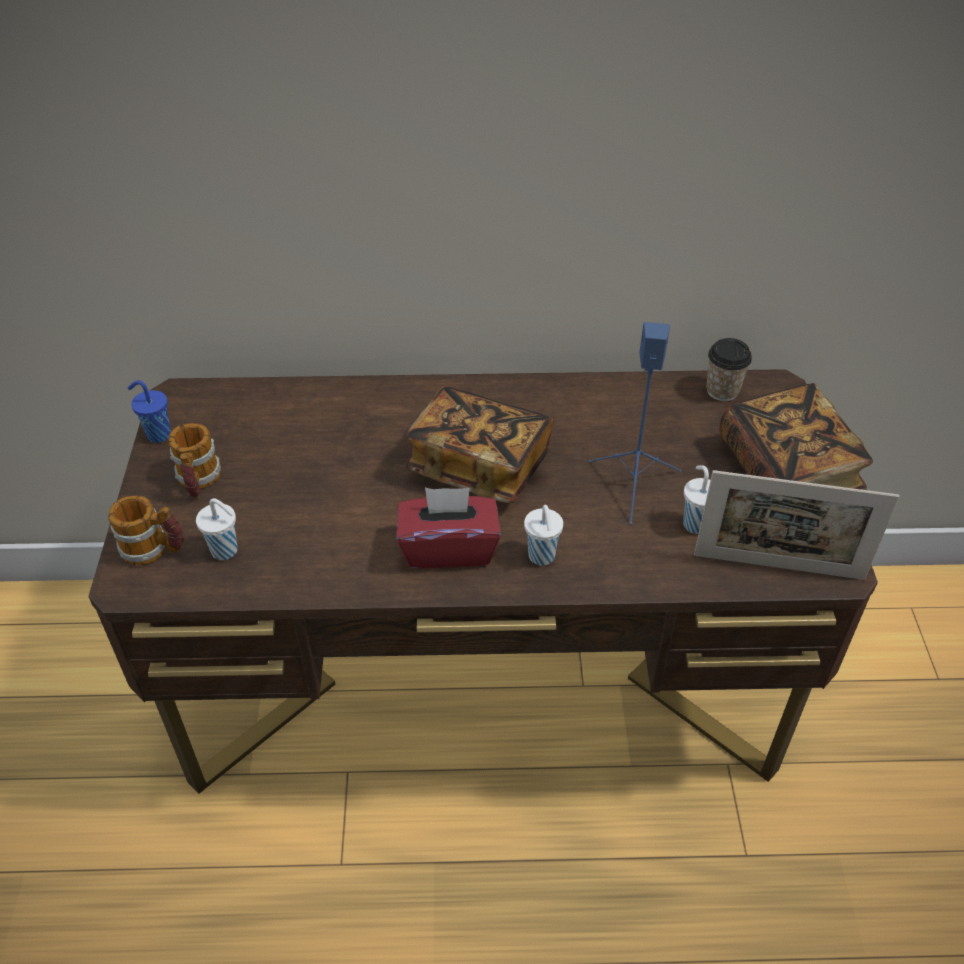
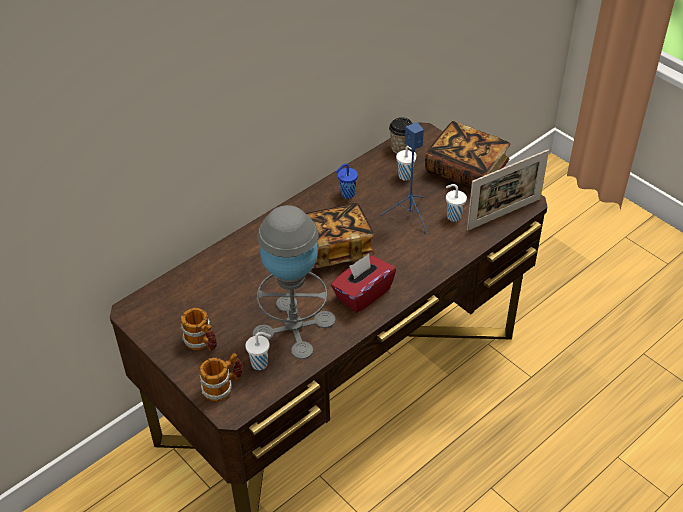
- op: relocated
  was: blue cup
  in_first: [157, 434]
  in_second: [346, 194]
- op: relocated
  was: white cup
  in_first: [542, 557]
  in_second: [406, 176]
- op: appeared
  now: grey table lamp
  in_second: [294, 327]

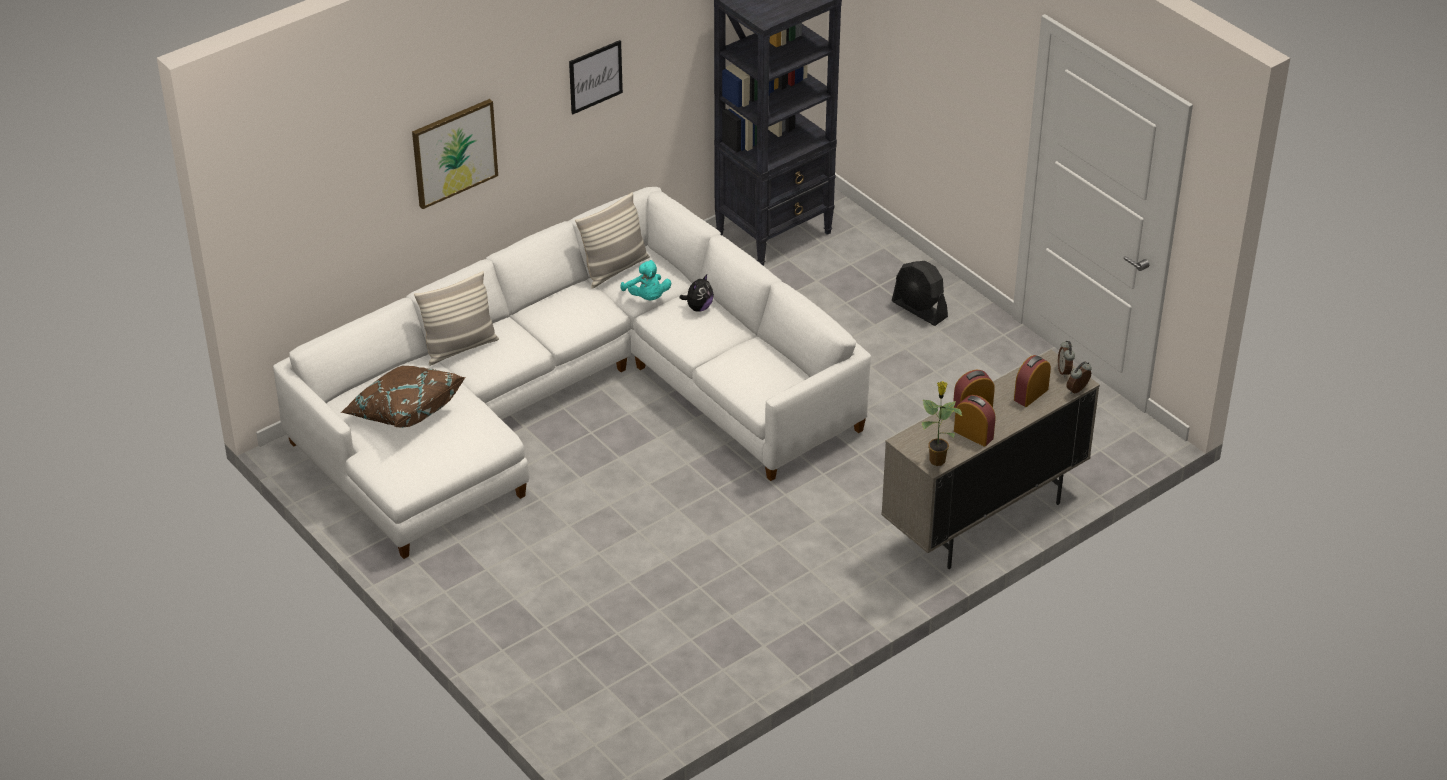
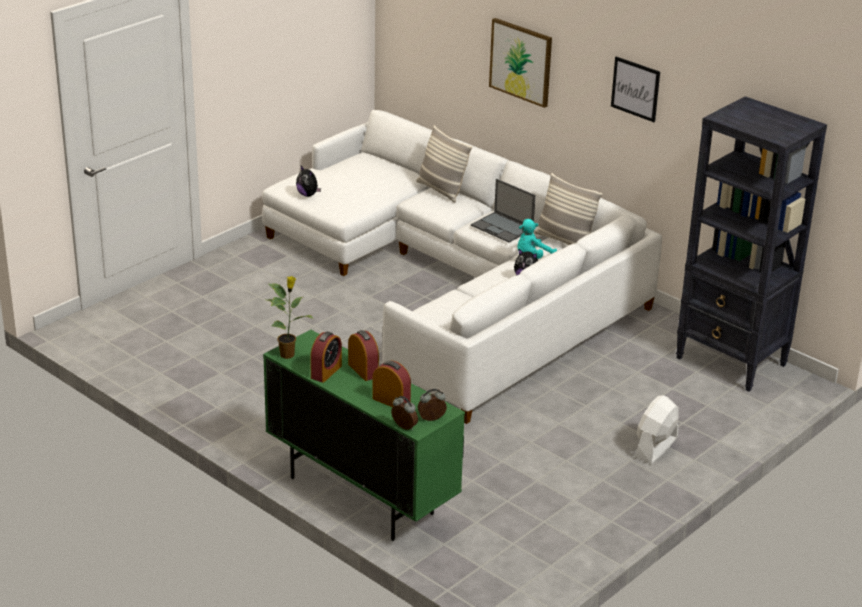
- op: missing
  was: brown pillow
  in_first: [404, 411]
- op: colour
  was: beige cabinet
  now: green cabinet
  in_first: [983, 520]
  in_second: [360, 495]
- op: colour
  was: black fan
  now: white fan
  in_first: [919, 309]
  in_second: [655, 447]
- op: appeared
  now: plush toy
  in_second: [308, 195]
- op: appeared
  now: laptop
  in_second: [502, 228]

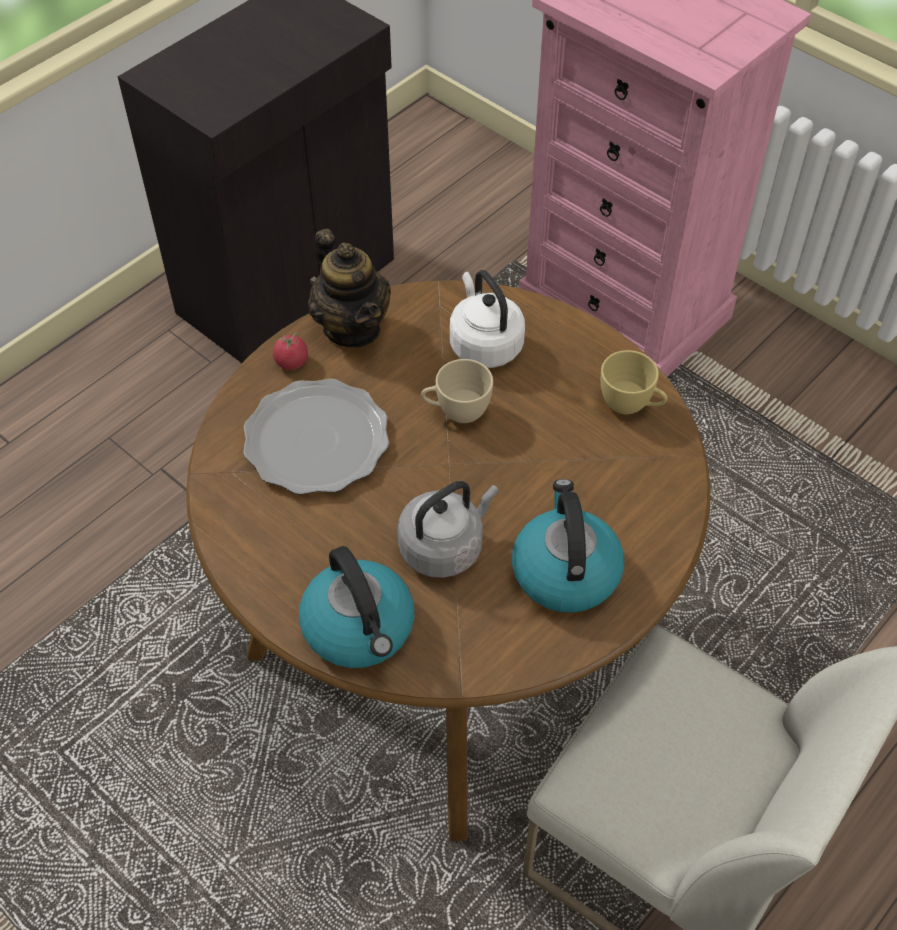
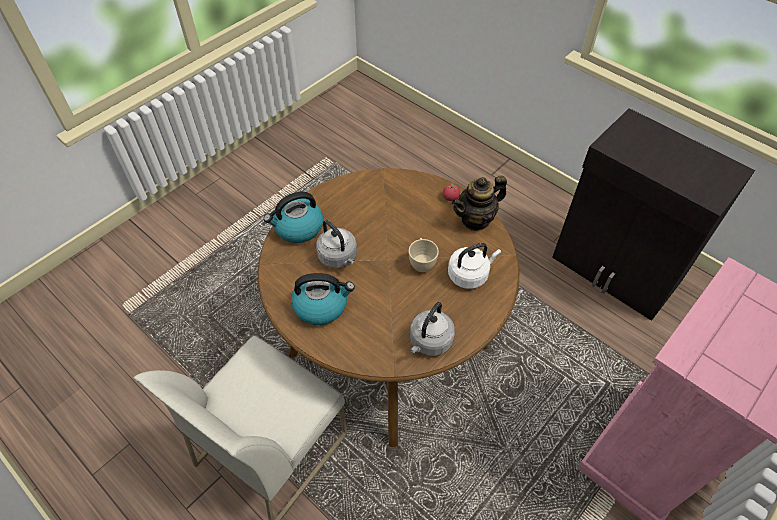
- op: missing
  was: plate
  in_first: [317, 441]
- op: exchanged
  was: yellow cup
  now: grey kettle
  in_first: [631, 405]
  in_second: [429, 342]

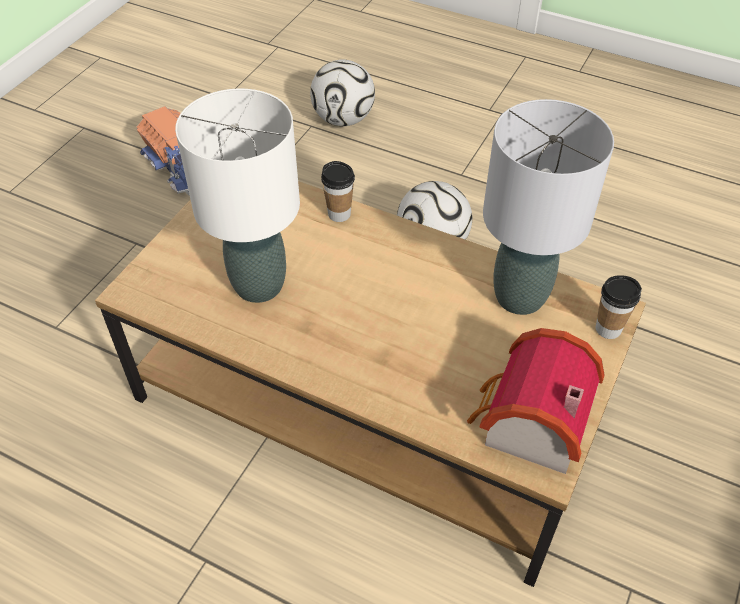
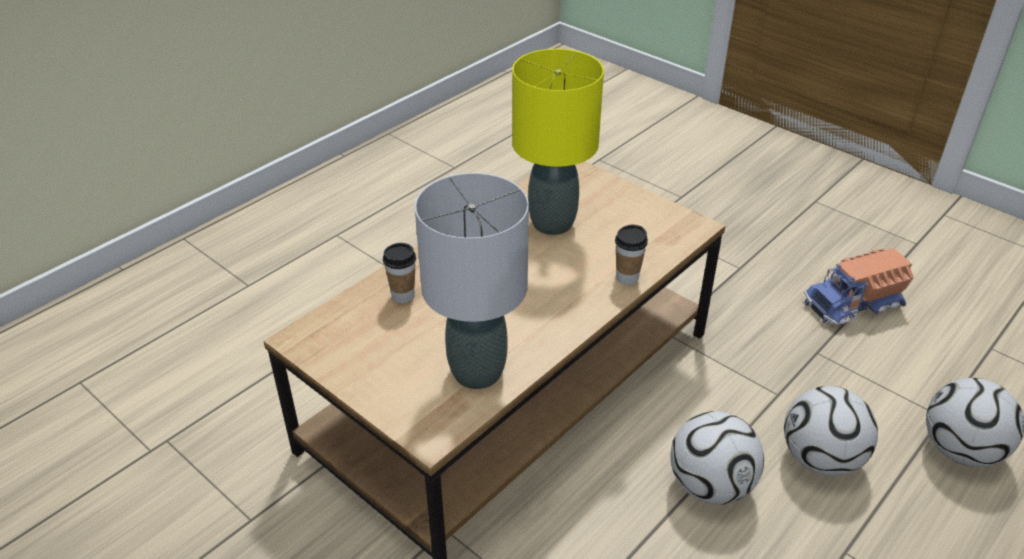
- op: colour
  was: white table lamp
  now: yellow table lamp
  in_first: [258, 285]
  in_second: [552, 223]
- op: missing
  was: toy house
  in_first: [527, 426]
- op: relocated
  was: cup
  in_first: [608, 329]
  in_second: [403, 296]
- op: appeared
  now: football
  in_second: [821, 459]

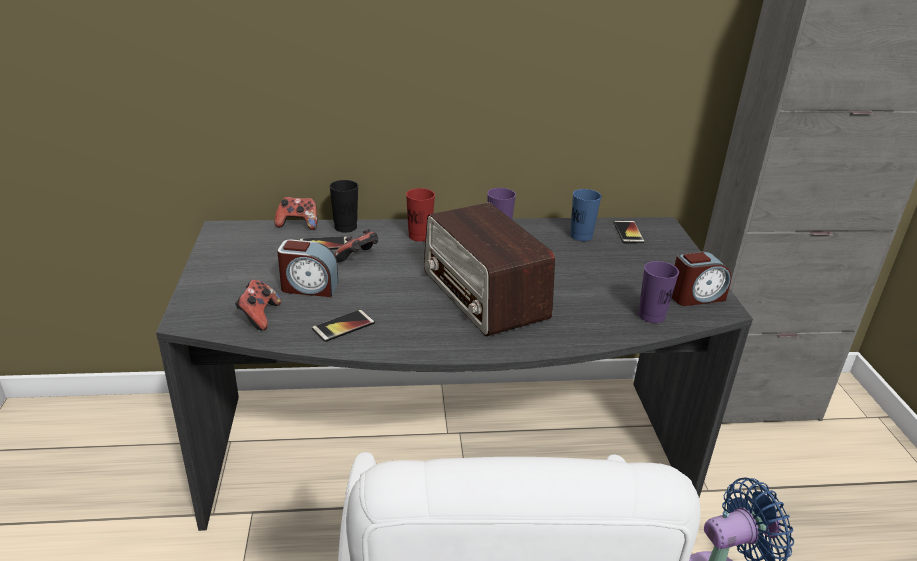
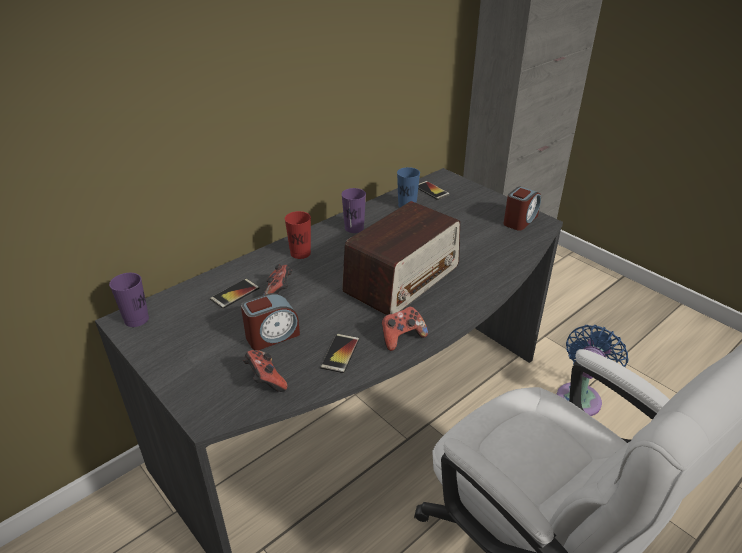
- op: relocated
  was: game controller
  in_first: [298, 224]
  in_second: [402, 337]
- op: missing
  was: black cup
  in_first: [345, 227]
- op: spun
  was: radio
  in_first: [484, 295]
  in_second: [403, 279]
  clockwise: -75
- op: relocated
  was: purple cup
  in_first: [651, 316]
  in_second: [136, 319]

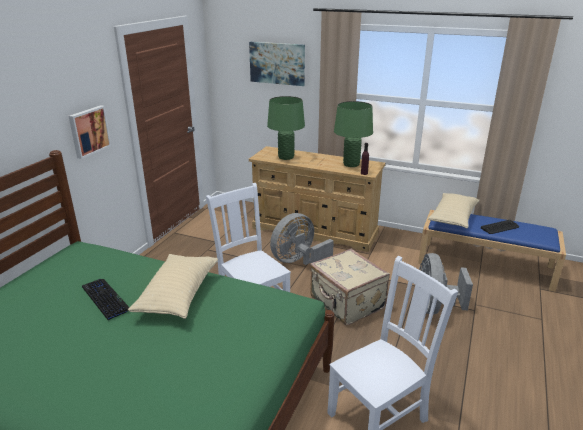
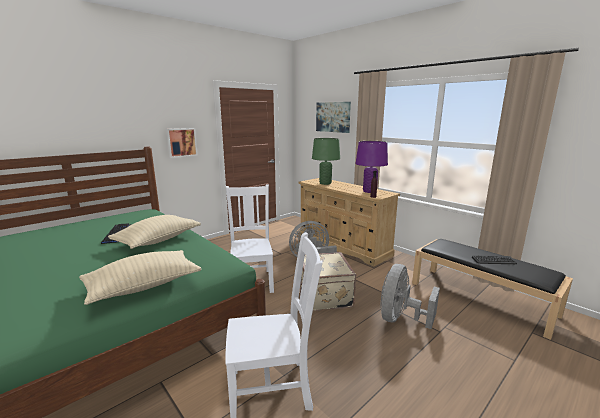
- op: colour
  was: green table lamp
  now: purple table lamp
  in_first: [351, 164]
  in_second: [369, 191]
- op: colour
  was: blue bench
  now: black bench
  in_first: [486, 264]
  in_second: [481, 298]
- op: relocated
  was: beige pillow
  in_first: [453, 218]
  in_second: [144, 286]

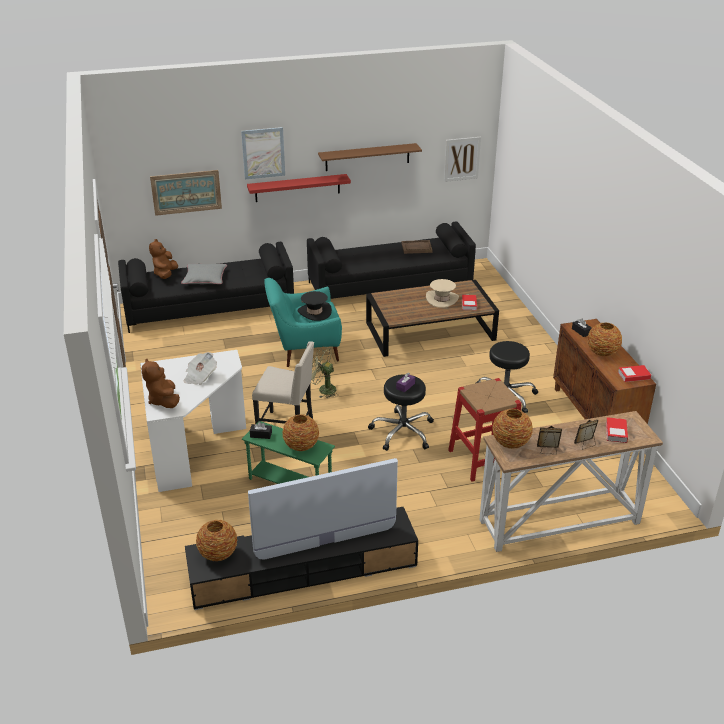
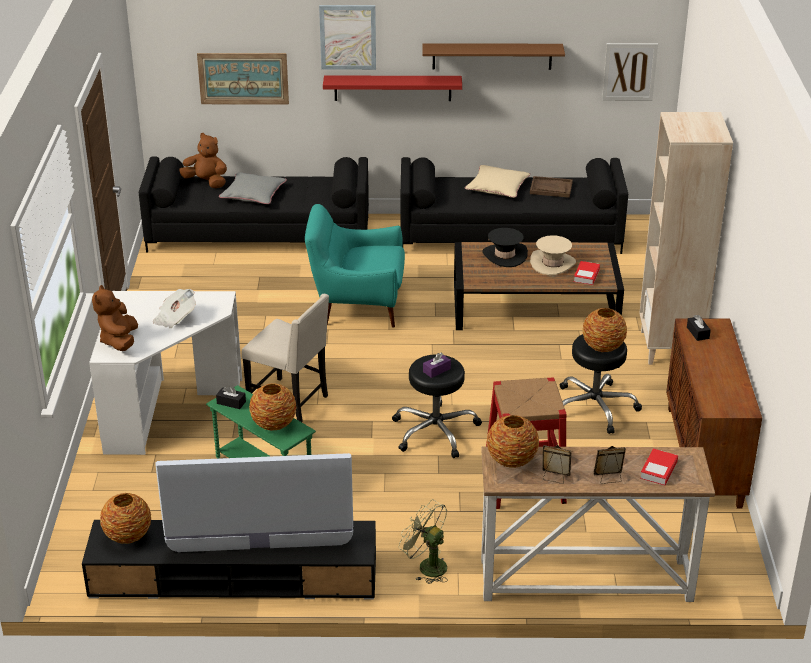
- op: spun
  was: brown plush toy
  in_first: [165, 274]
  in_second: [206, 182]
  clockwise: 90
- op: relocated
  was: black hat
  in_first: [314, 312]
  in_second: [504, 255]
- op: relocated
  was: green fan
  in_first: [323, 389]
  in_second: [426, 566]
- op: relocated
  was: vase
  in_first: [602, 352]
  in_second: [602, 346]
- op: missing
  was: book
  in_first: [634, 376]
- op: appeared
  now: beige pillow
  in_second: [497, 187]
- op: appeared
  now: beige bookcase
  in_second: [670, 347]

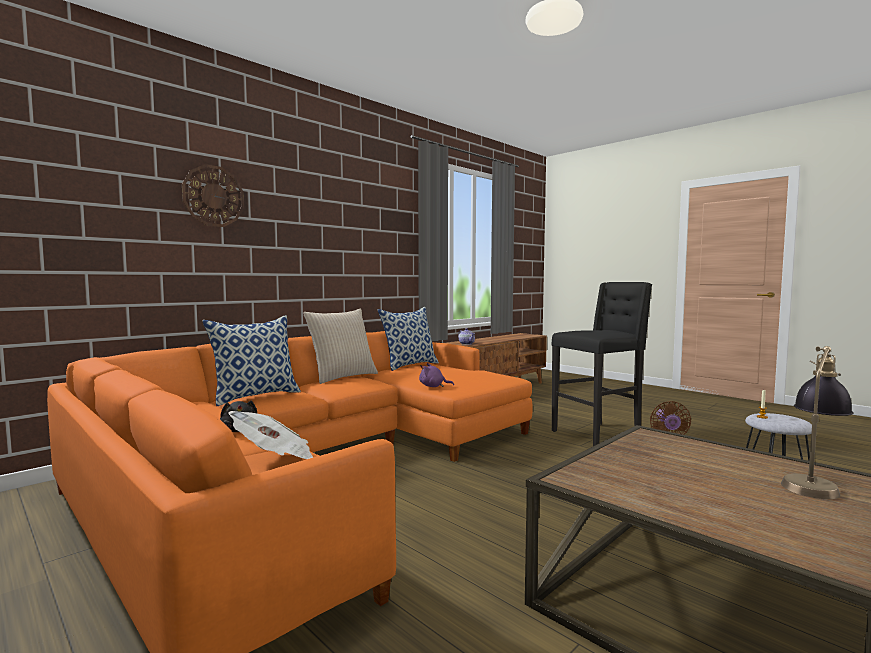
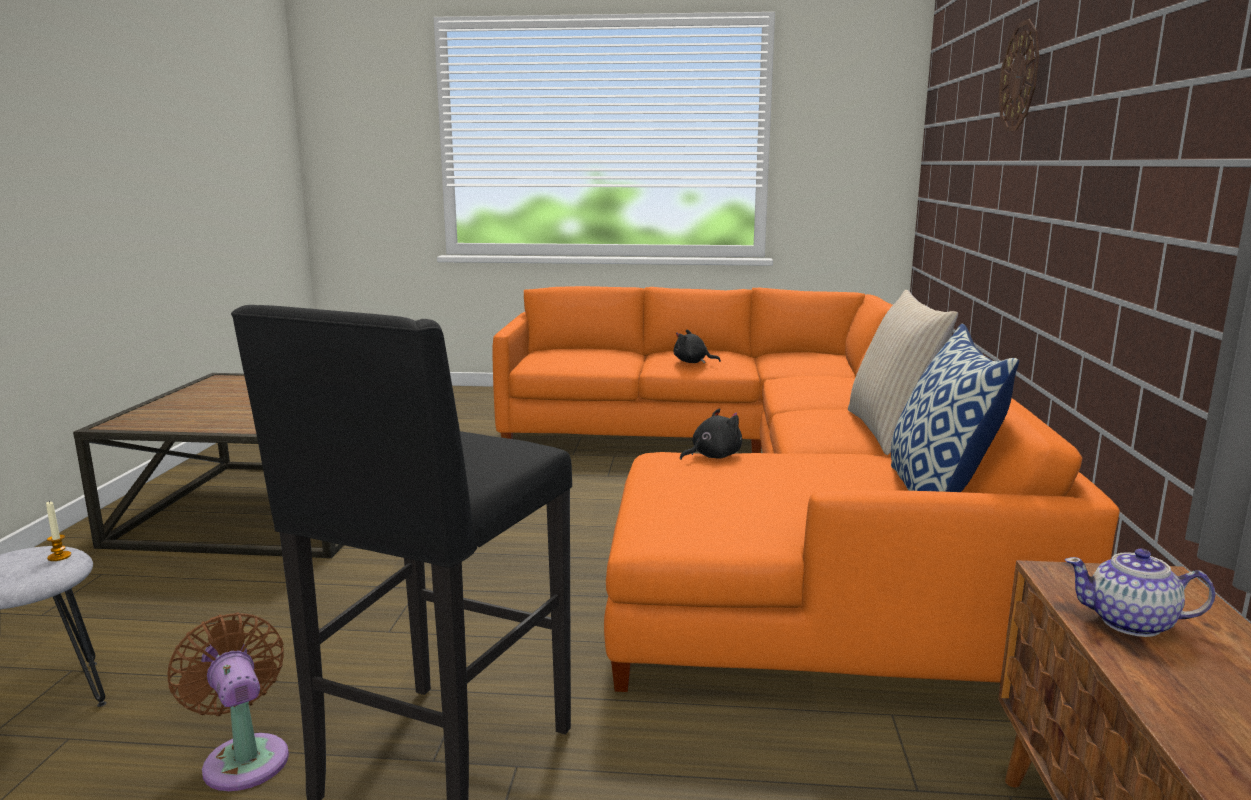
- op: missing
  was: pillow
  in_first: [255, 396]
- op: missing
  was: newspaper
  in_first: [274, 456]
- op: colour
  was: purple plush toy
  now: black plush toy
  in_first: [433, 386]
  in_second: [713, 456]
- op: missing
  was: table lamp
  in_first: [813, 482]

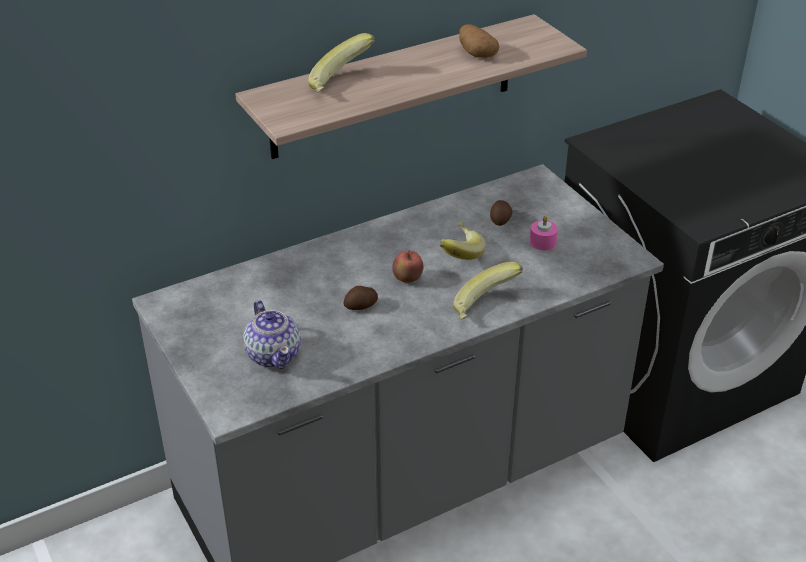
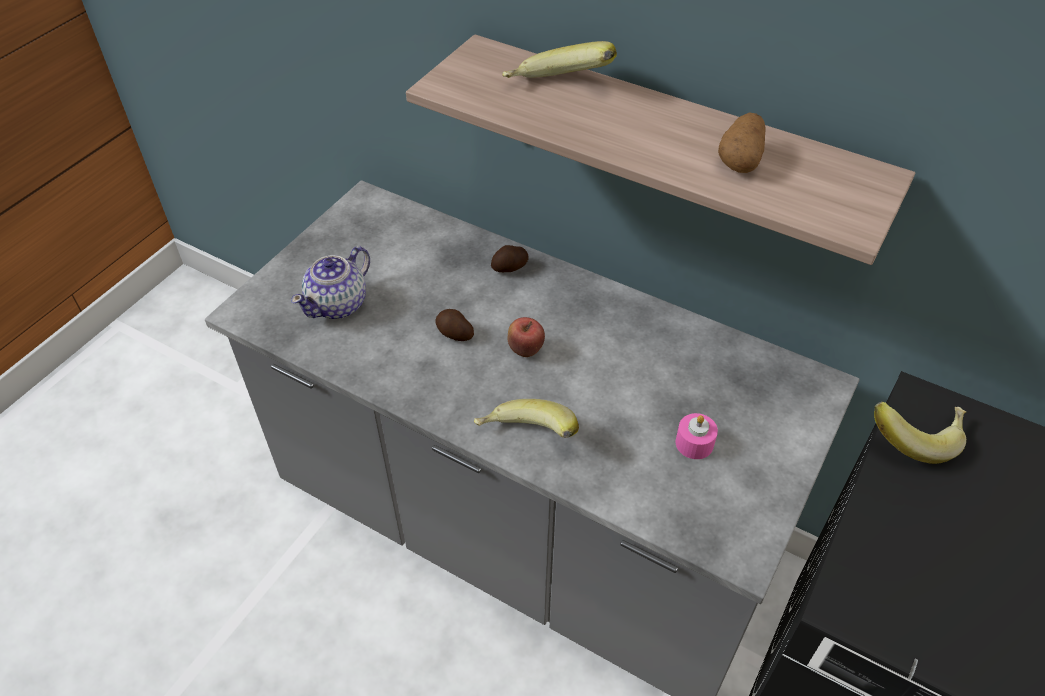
- op: relocated
  was: banana
  in_first: [457, 254]
  in_second: [914, 437]
- op: relocated
  was: potato
  in_first: [500, 219]
  in_second: [510, 267]

